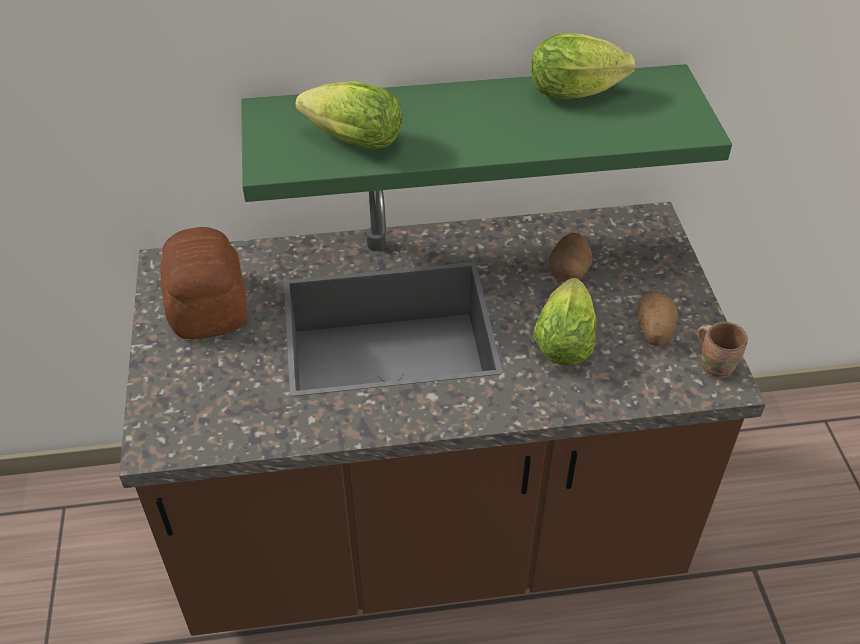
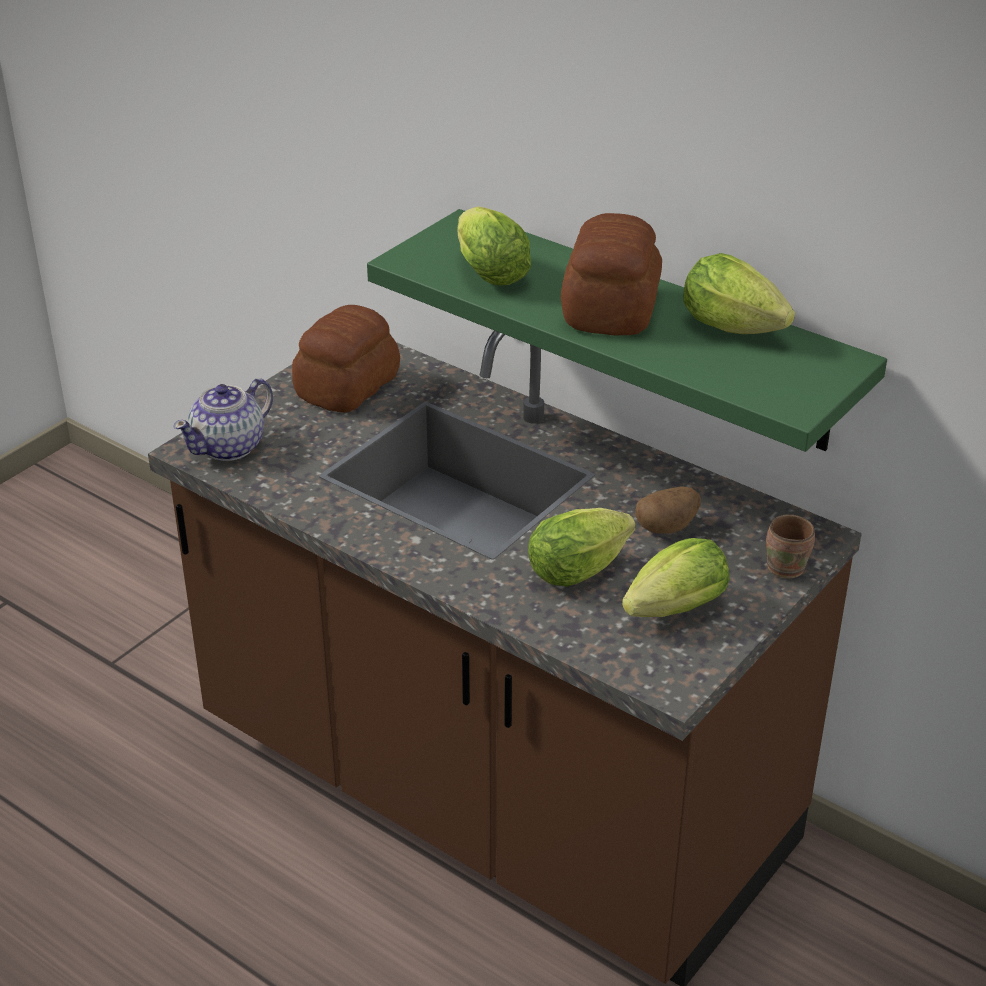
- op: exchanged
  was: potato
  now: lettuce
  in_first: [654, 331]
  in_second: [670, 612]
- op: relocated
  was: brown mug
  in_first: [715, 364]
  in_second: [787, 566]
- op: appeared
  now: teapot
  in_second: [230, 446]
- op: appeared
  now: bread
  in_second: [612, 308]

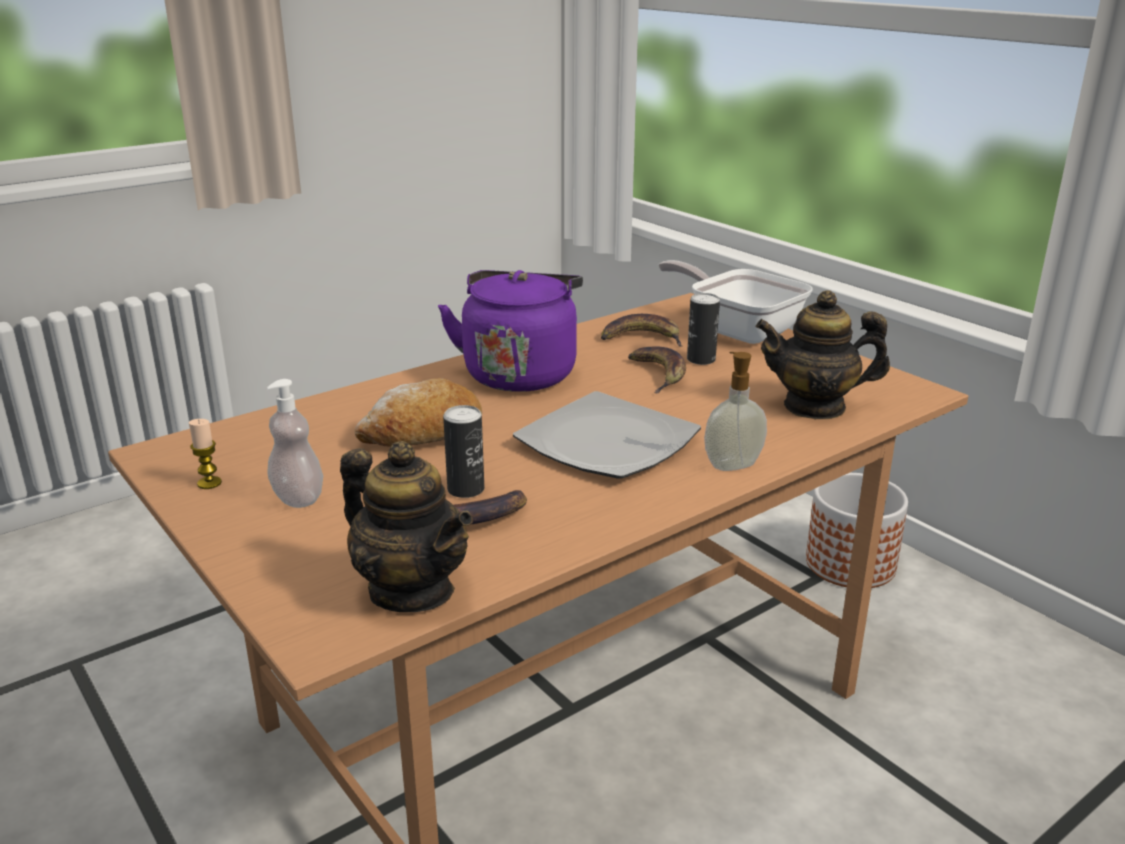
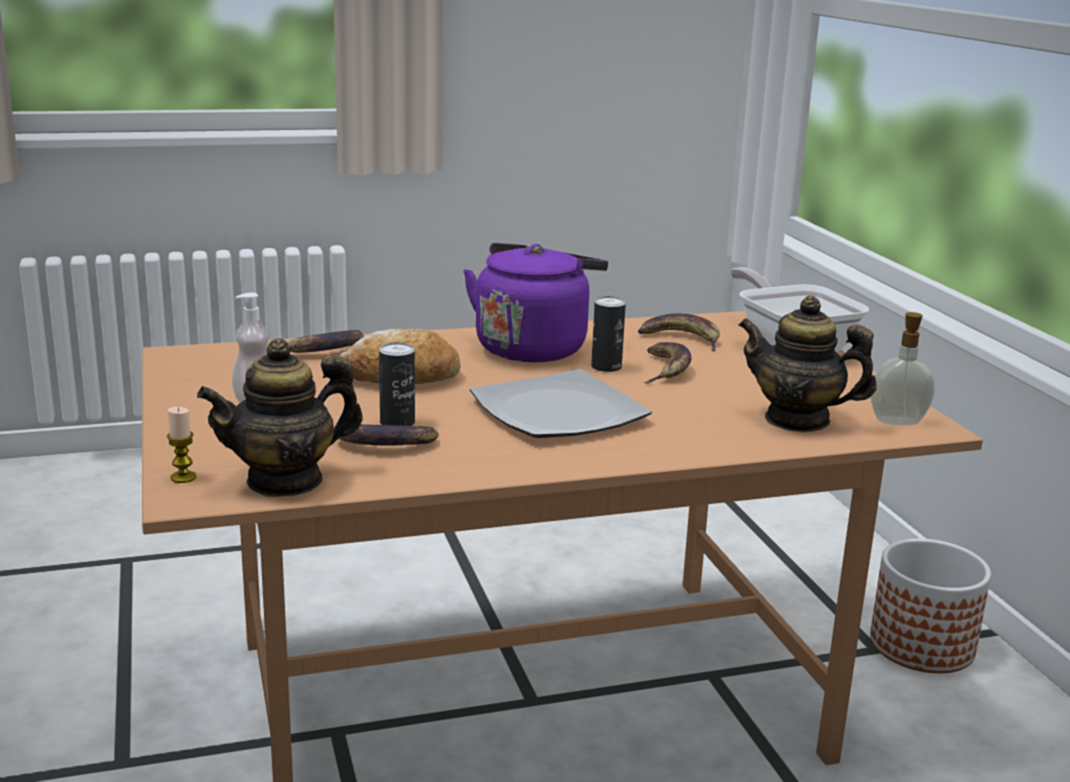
- op: relocated
  was: candle
  in_first: [209, 483]
  in_second: [183, 477]
- op: spun
  was: teapot
  in_first: [411, 590]
  in_second: [285, 480]
  clockwise: 90
- op: relocated
  was: can
  in_first: [701, 359]
  in_second: [606, 367]
- op: relocated
  was: soap dispenser
  in_first: [732, 464]
  in_second: [897, 421]
- op: appeared
  now: banana
  in_second: [325, 350]

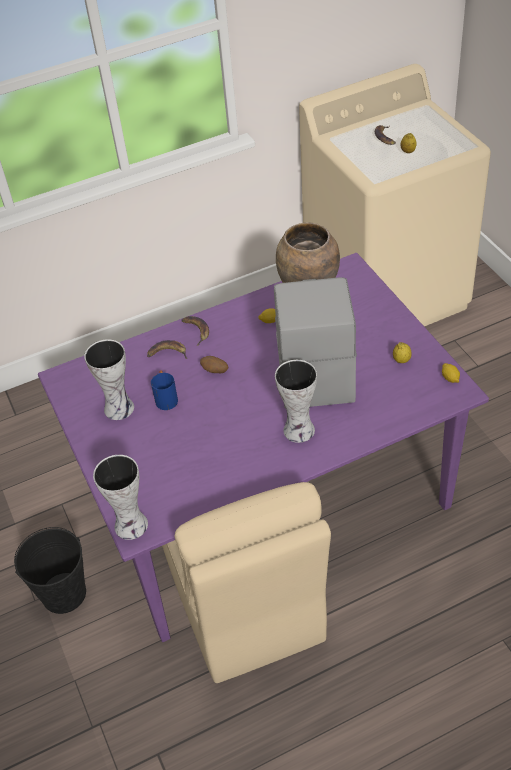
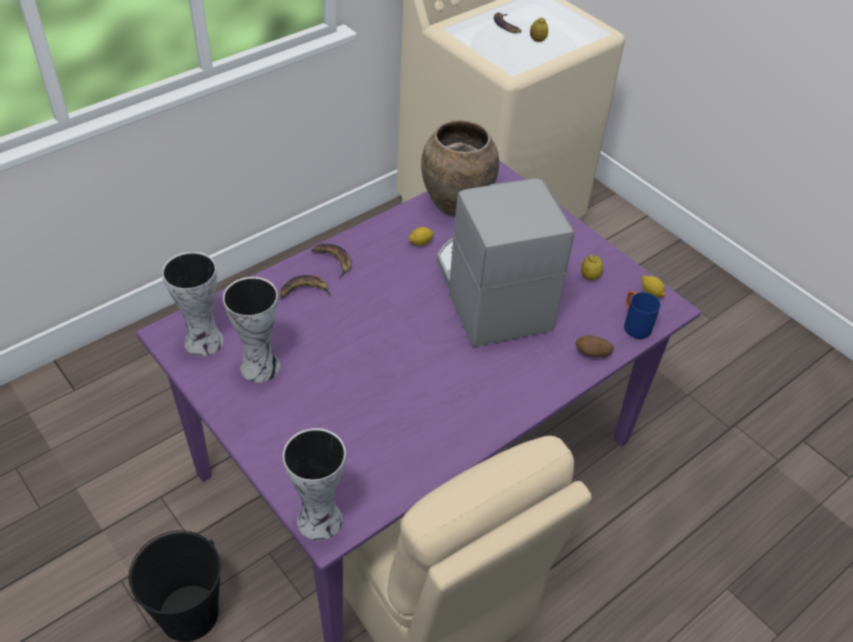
- op: relocated
  was: blue mug
  in_first: [166, 398]
  in_second: [634, 325]
- op: relocated
  was: potato
  in_first: [215, 371]
  in_second: [592, 354]
- op: relocated
  was: vase
  in_first: [298, 431]
  in_second: [203, 343]

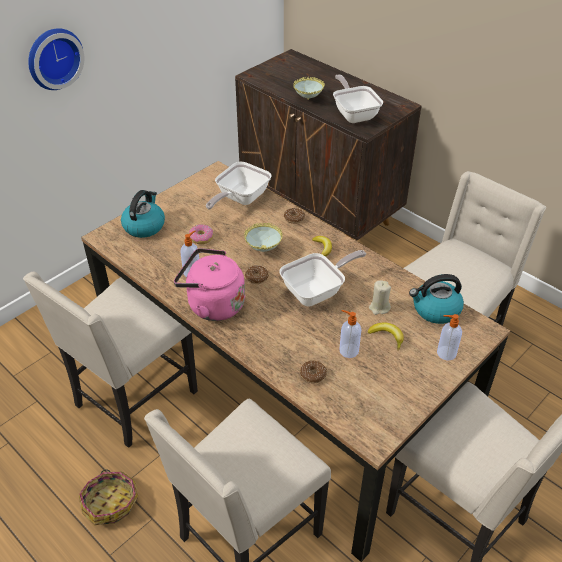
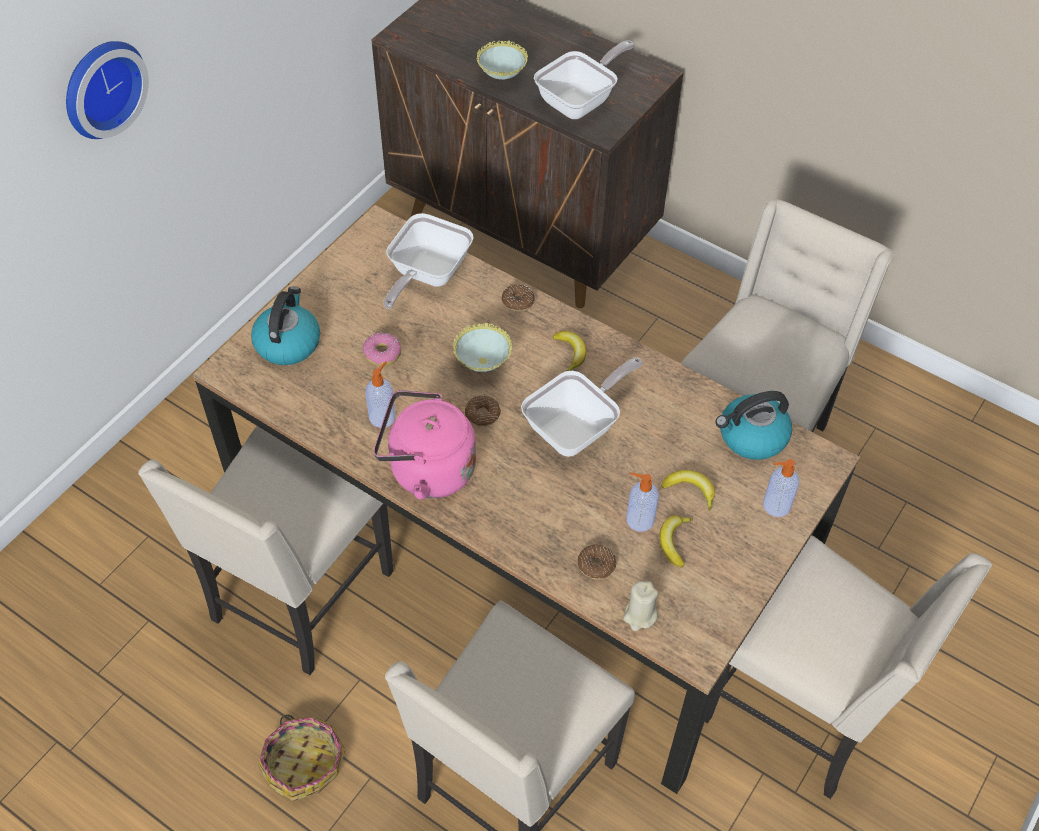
- op: spun
  was: frying pan
  in_first: [354, 114]
  in_second: [581, 101]
  clockwise: 75
- op: relocated
  was: beige candle
  in_first: [379, 308]
  in_second: [639, 616]
- op: appeared
  now: banana
  in_second: [674, 542]

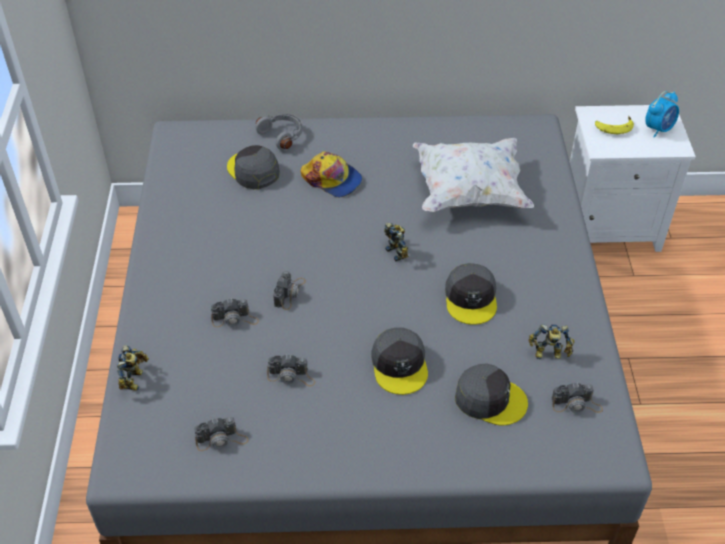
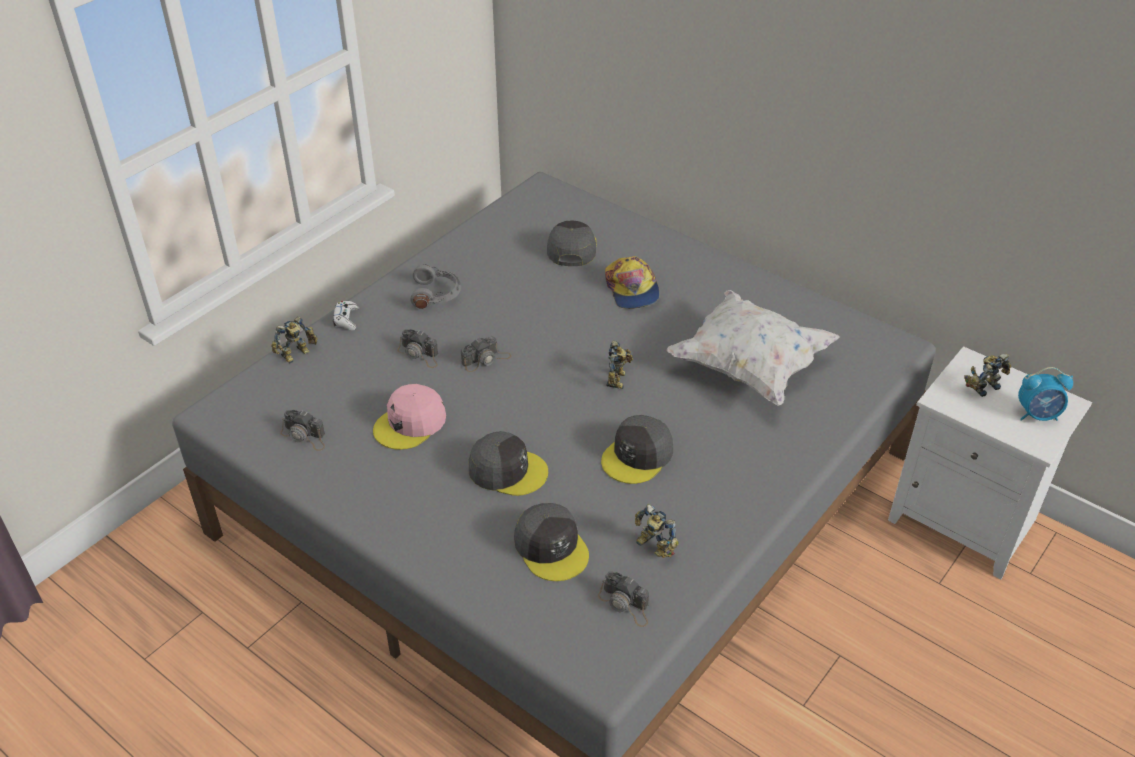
- op: relocated
  was: grey headphones
  in_first: [282, 135]
  in_second: [436, 295]
- op: exchanged
  was: photo camera
  now: pink cap
  in_first: [291, 376]
  in_second: [410, 423]
- op: spun
  was: grey cap
  in_first: [400, 365]
  in_second: [507, 470]
  clockwise: -105
- op: exchanged
  was: banana
  now: toy robot
  in_first: [613, 127]
  in_second: [983, 386]
- op: appeared
  now: white game controller
  in_second: [346, 319]

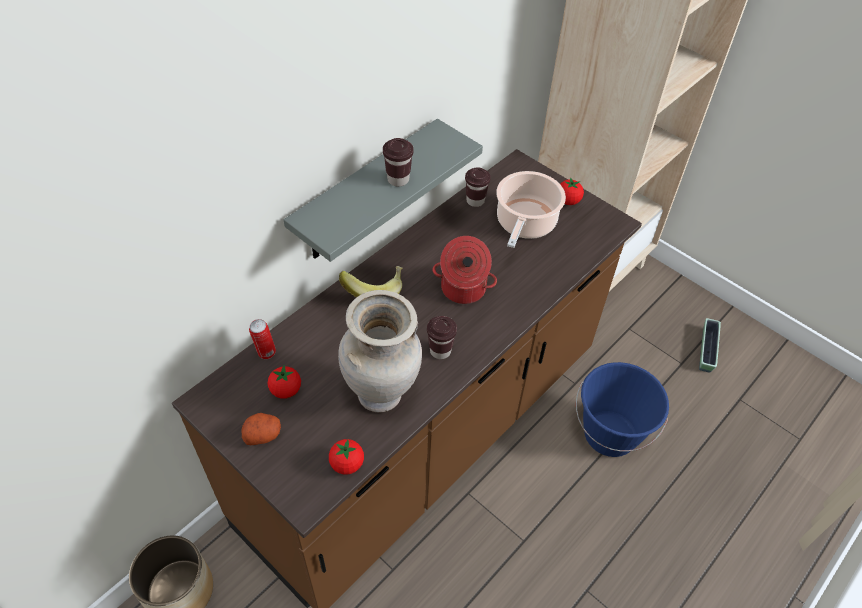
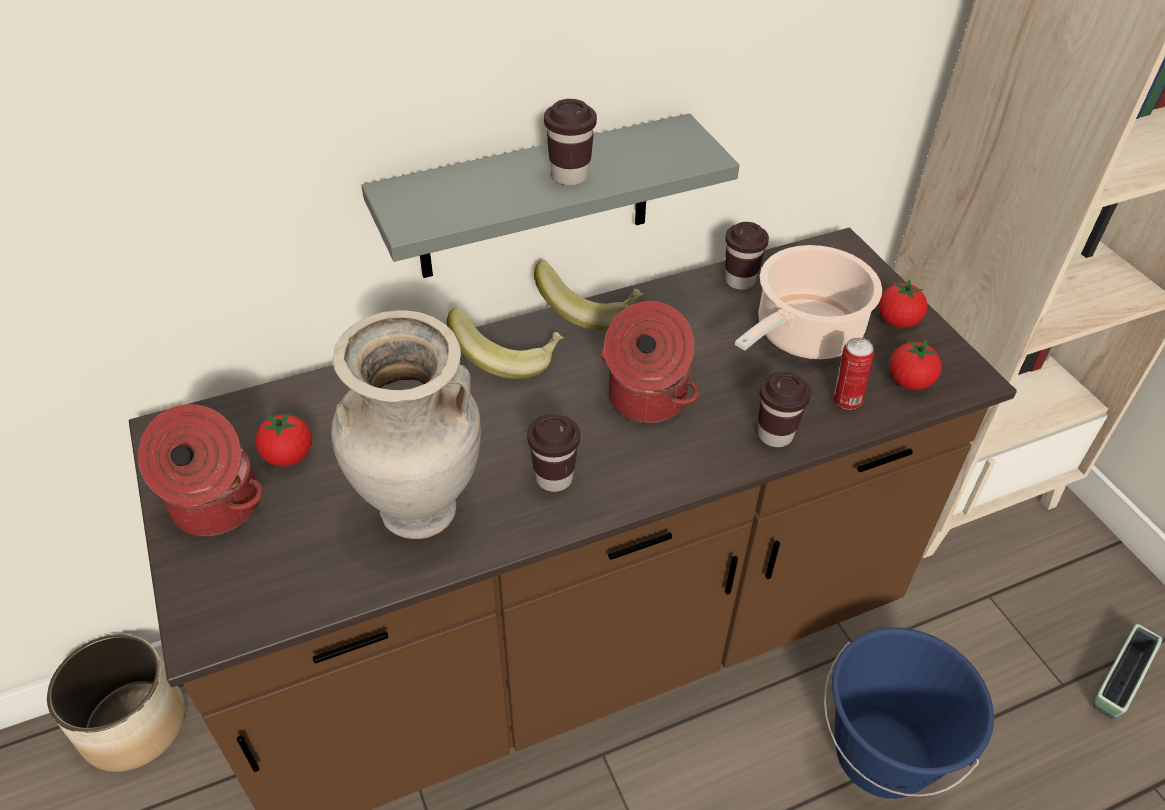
- op: exchanged
  was: potato
  now: cooking pot
  in_first: [263, 434]
  in_second: [214, 506]
- op: relocated
  was: can
  in_first: [265, 353]
  in_second: [845, 401]
- op: relocated
  was: tomato
  in_first: [347, 464]
  in_second: [909, 382]
- op: appeared
  now: banana
  in_second: [589, 311]
- op: appeared
  now: brown cup
  in_second: [775, 435]

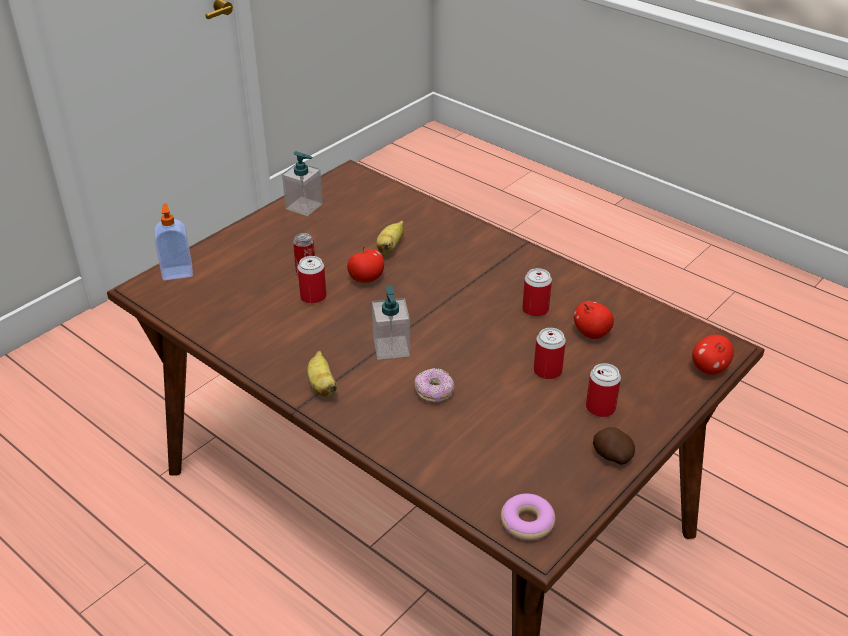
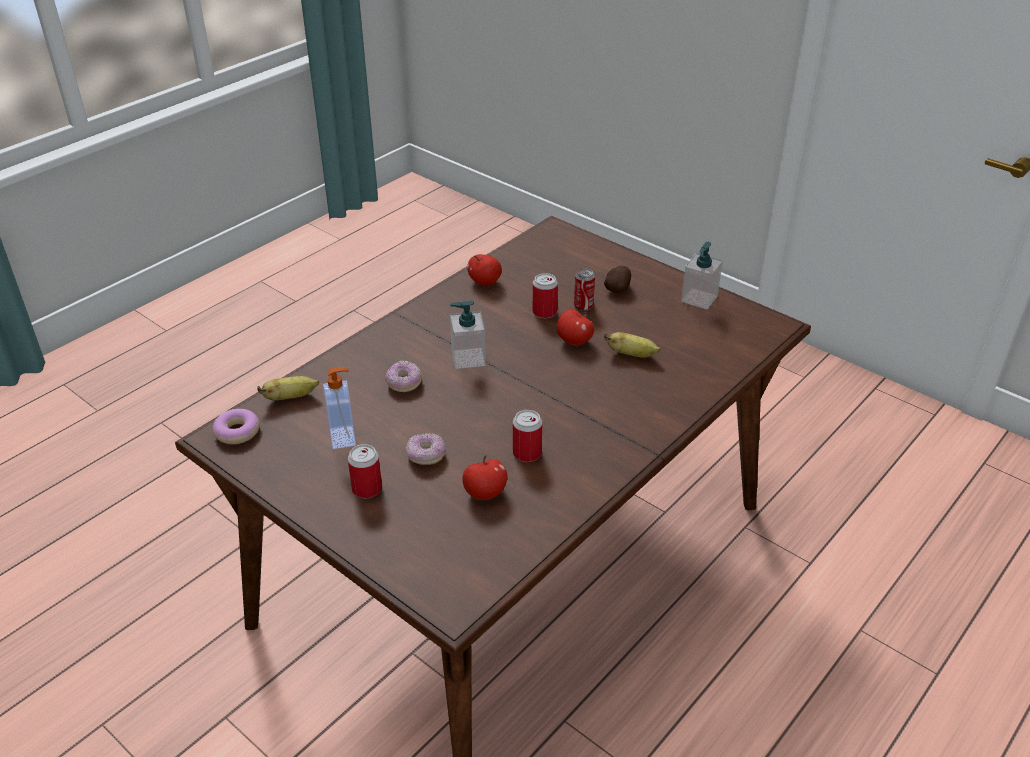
- op: relocated
  was: soap dispenser
  in_first: [177, 272]
  in_second: [344, 437]
- op: relocated
  was: banana
  in_first: [322, 386]
  in_second: [291, 397]
- op: exchanged
  was: can
  now: donut
  in_first: [547, 371]
  in_second: [426, 456]
- op: relocated
  was: potato
  in_first: [611, 456]
  in_second: [618, 289]
- op: relocated
  was: apple
  in_first: [709, 368]
  in_second: [485, 282]

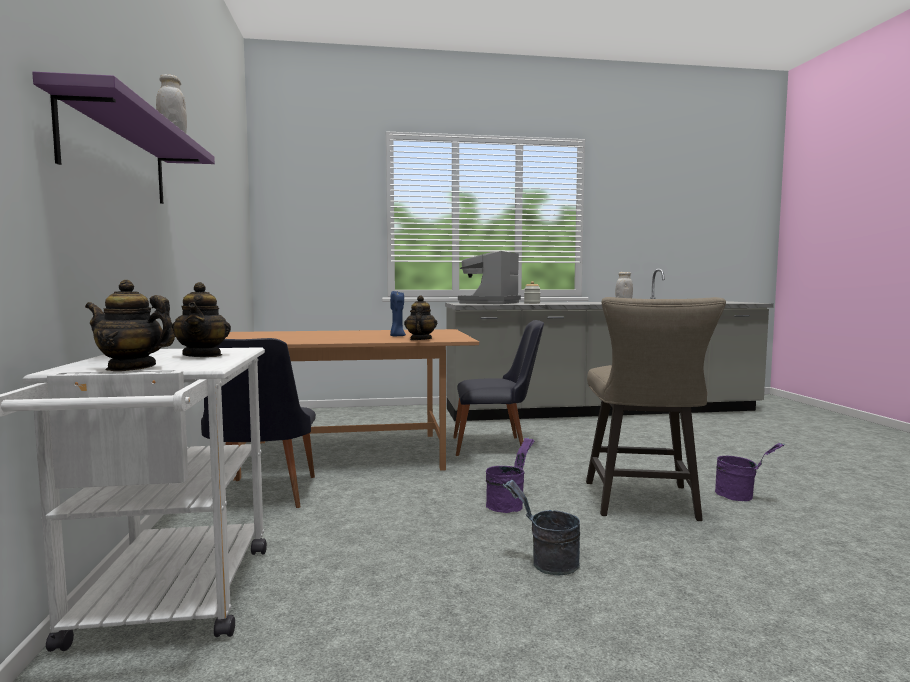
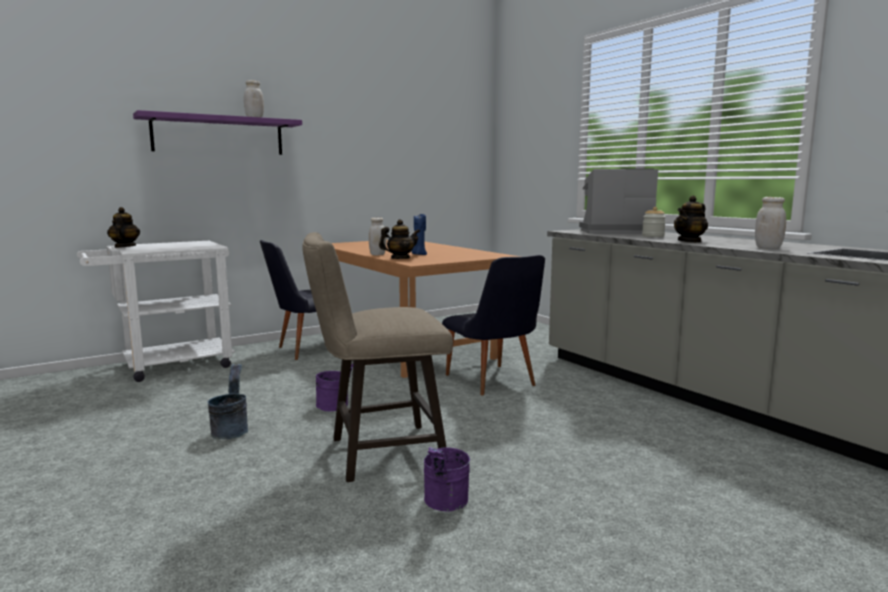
- op: relocated
  was: teapot
  in_first: [203, 355]
  in_second: [690, 241]
- op: appeared
  now: white jar
  in_second: [378, 255]

